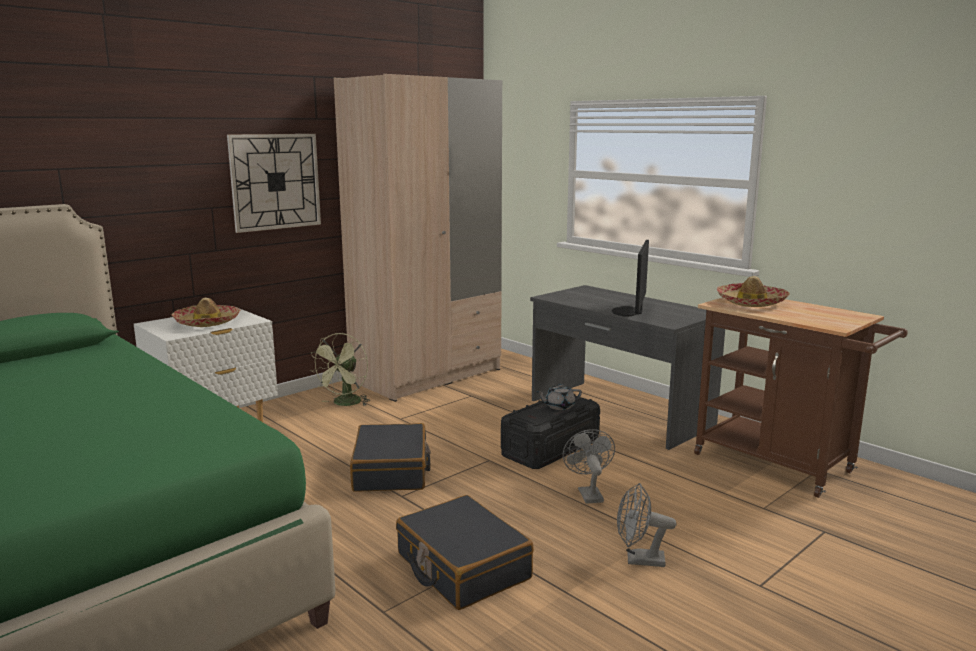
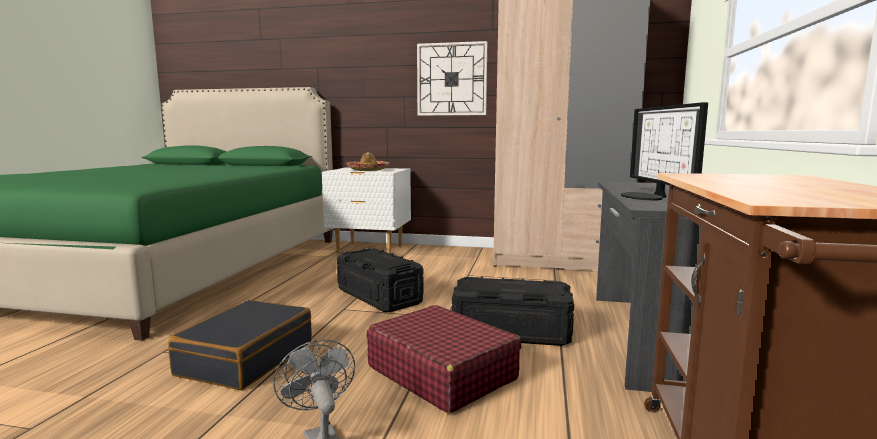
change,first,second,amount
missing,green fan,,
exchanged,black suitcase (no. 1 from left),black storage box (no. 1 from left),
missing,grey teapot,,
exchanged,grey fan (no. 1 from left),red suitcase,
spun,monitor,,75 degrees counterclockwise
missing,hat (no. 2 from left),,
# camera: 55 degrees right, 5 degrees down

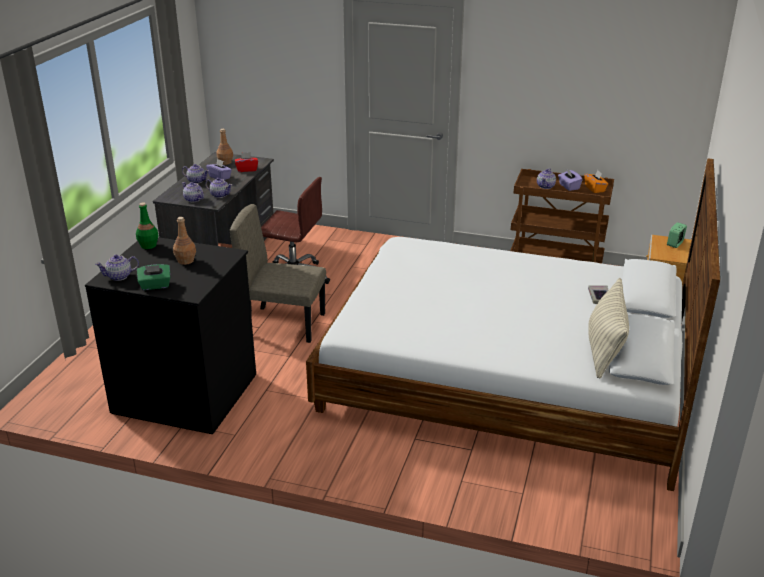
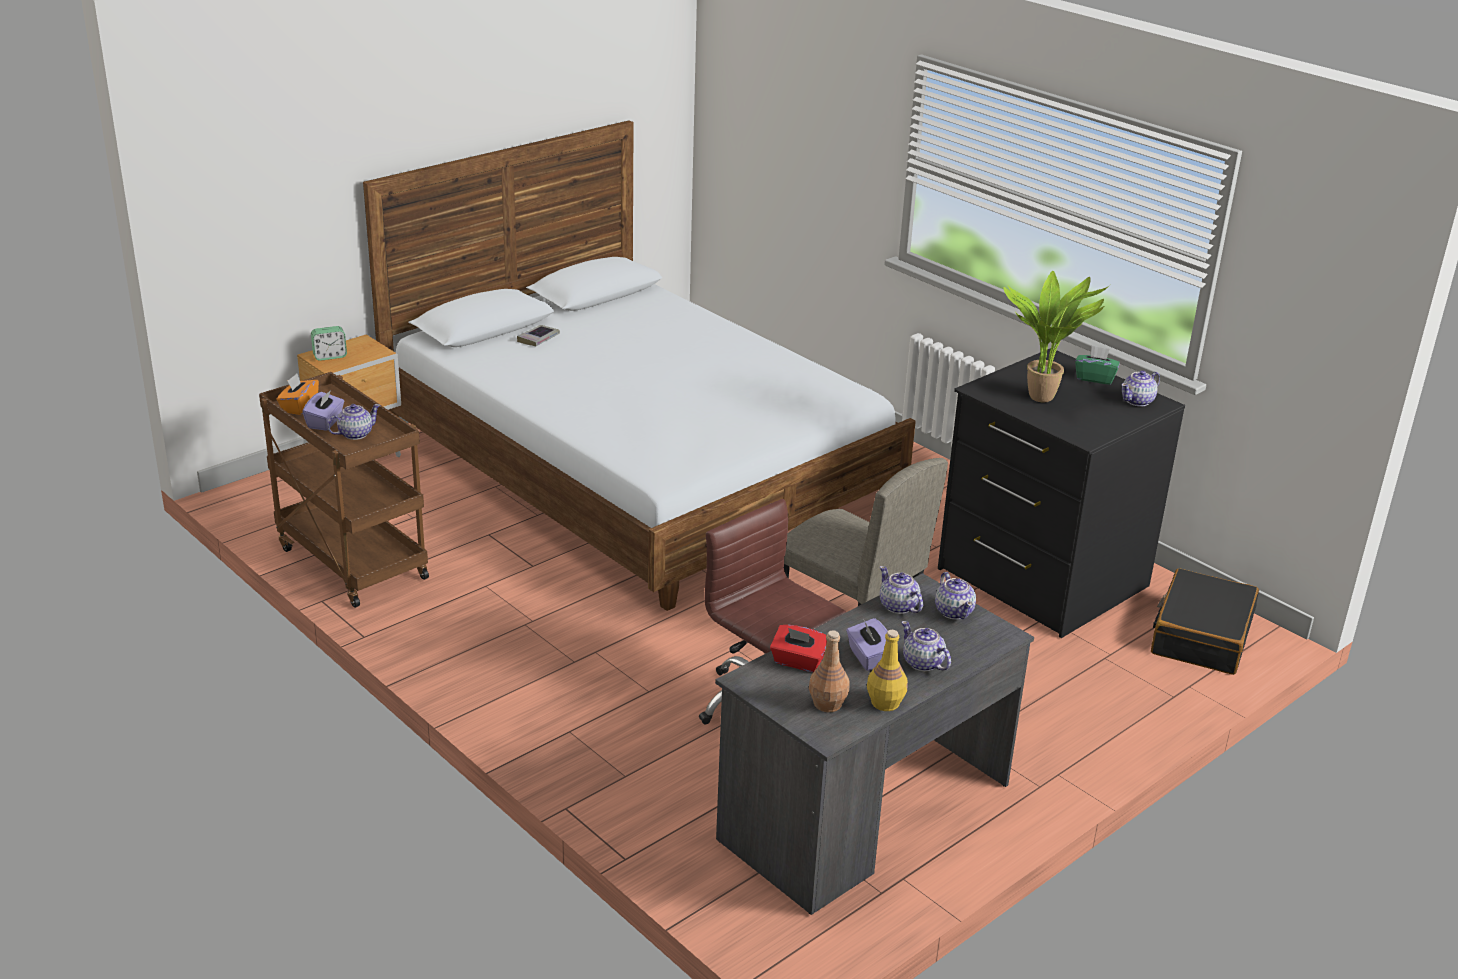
change,first,second,amount
spun,teapot (no. 1 from left in the first image),teapot (no. 5 from left),135 degrees clockwise
missing,green bottle,,
exchanged,brown bottle (no. 1 from left),potted plant,
missing,pillow,,
appeared,,yellow bottle,
appeared,,black suitcase,
# camera: 150 degrees left, 0 degrees up

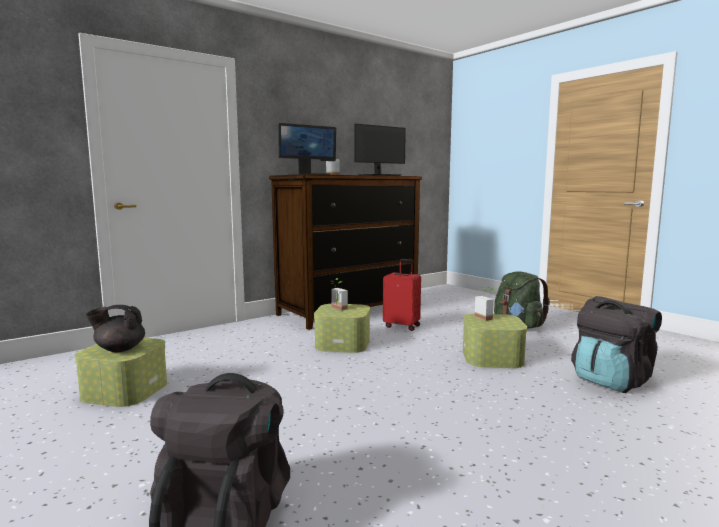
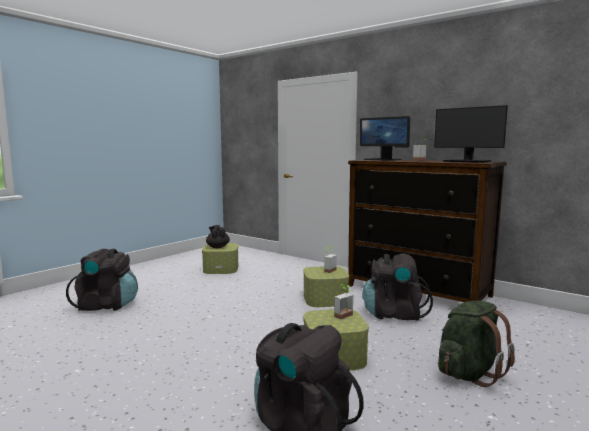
change,first,second,amount
exchanged,red suitcase,black backpack (no. 3 from left),
# camera: 75 degrees right, 0 degrees up

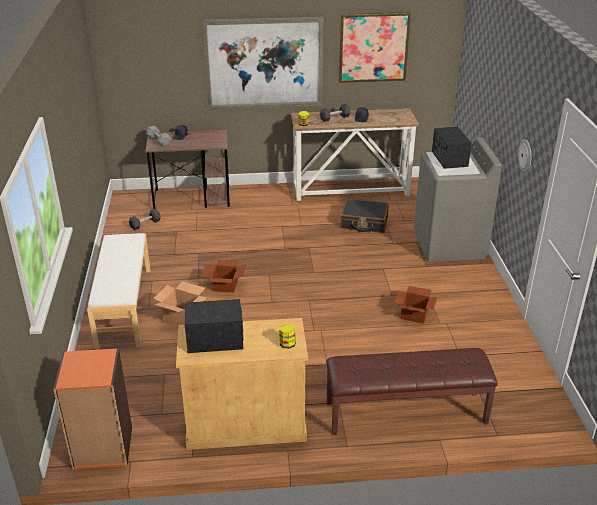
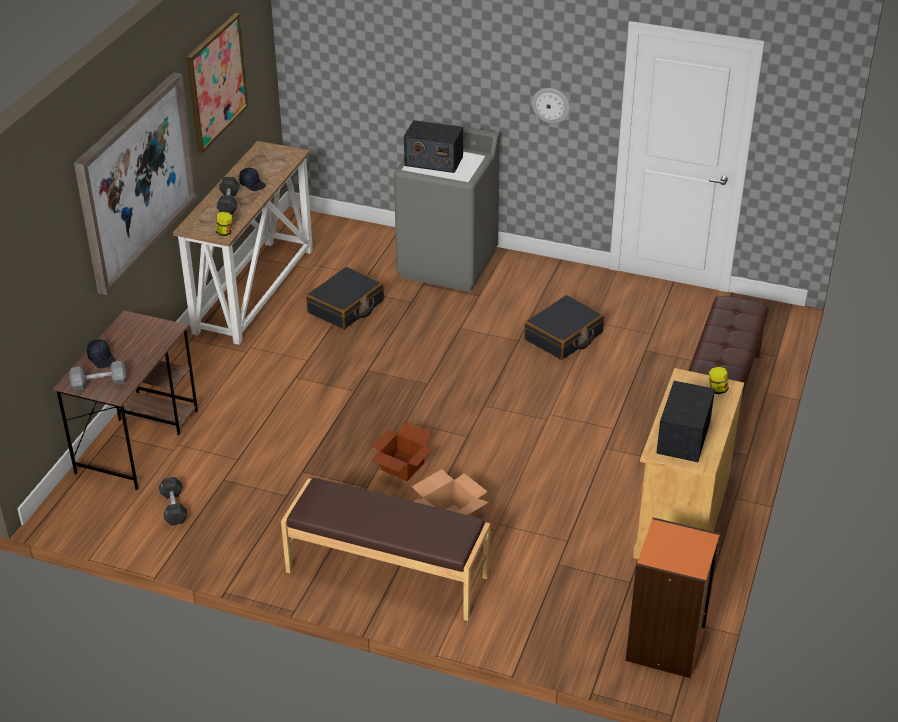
change,first,second,amount
colour,white bench,brown bench (no. 1 from left),
exchanged,cardboard box (no. 3 from left),black suitcase (no. 2 from left),
# camera: 65 degrees left, 5 degrees up

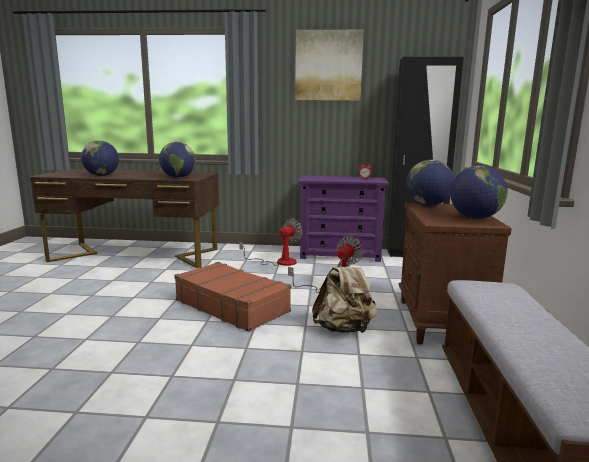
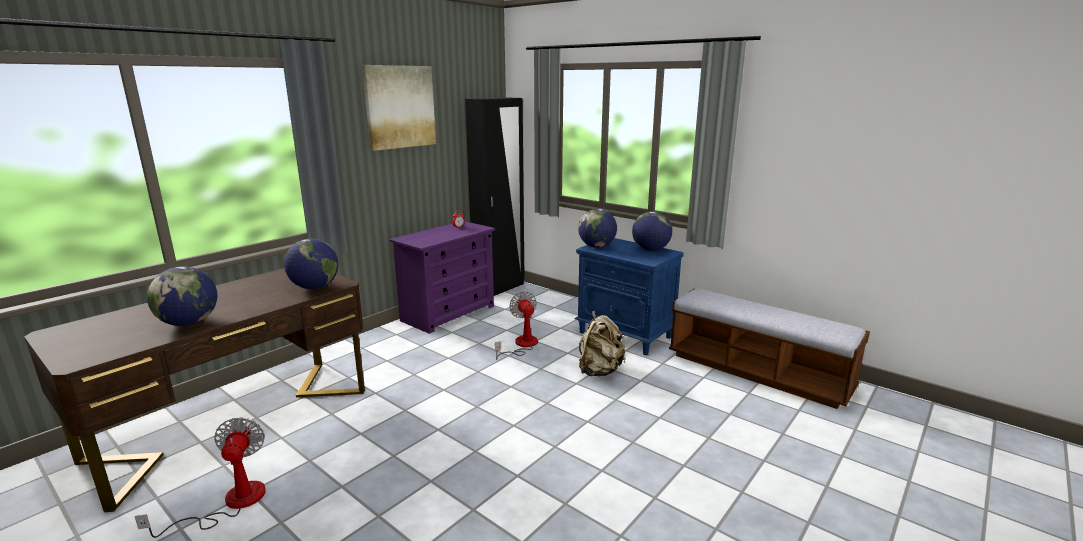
change,first,second,amount
missing,brown suitcase,,
relocated,fan (no. 1 from left),,
colour,brown nightstand,blue nightstand,
# camera: 55 degrees left, 5 degrees up

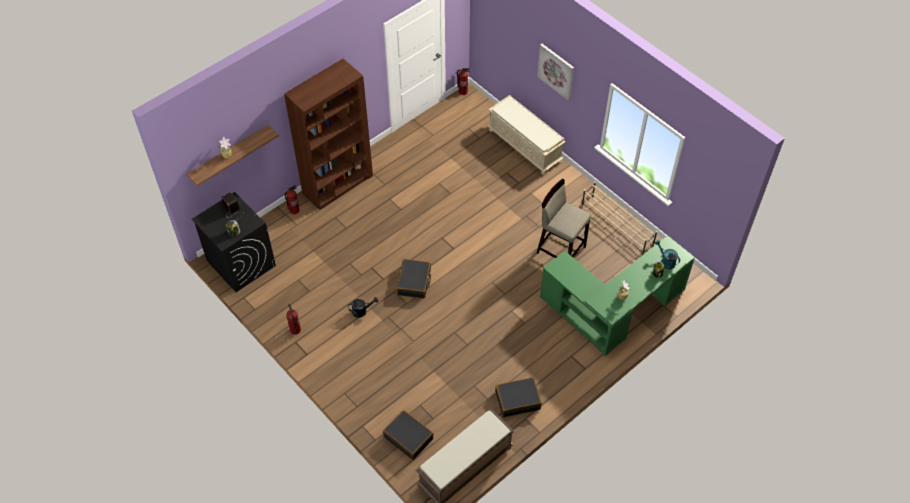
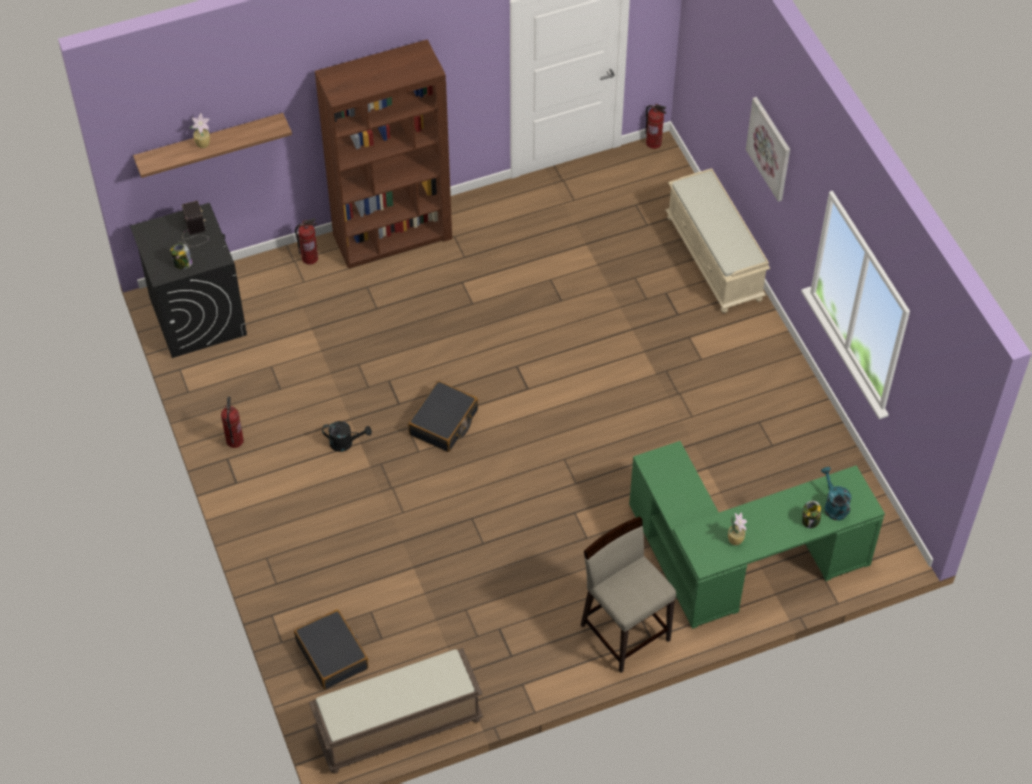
change,first,second,amount
missing,black suitcase (no. 3 from left),,
relocated,beige stool,,
missing,beige shoe rack,,
# camera: 20 degrees right, 0 degrees up

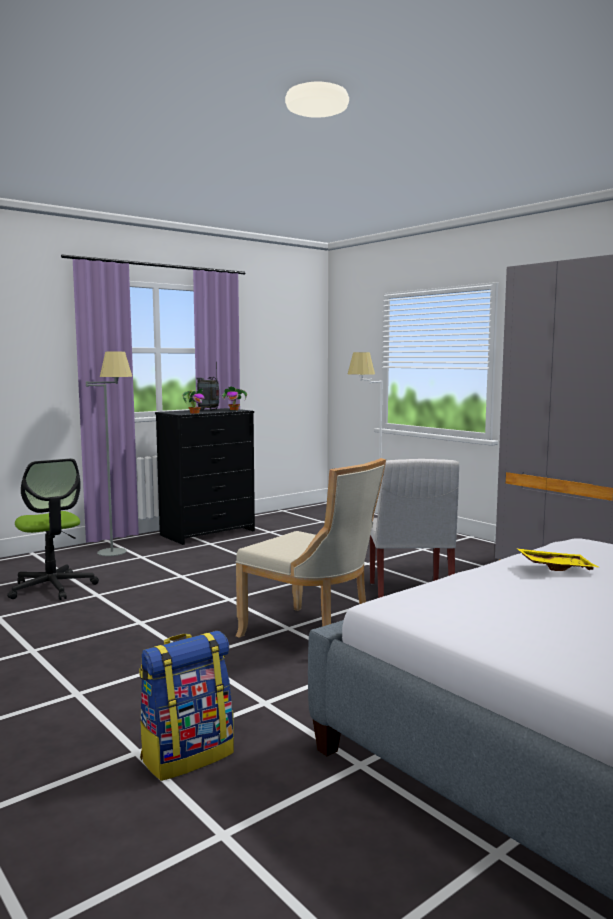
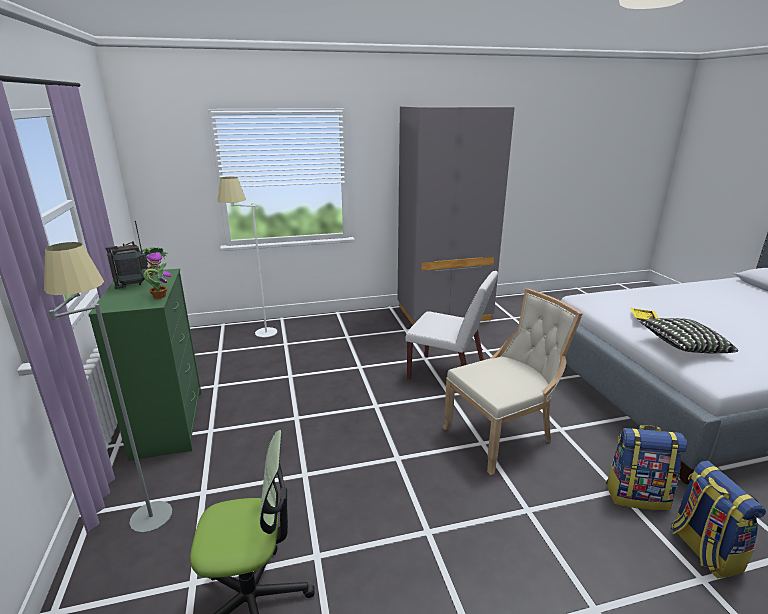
change,first,second,amount
colour,black dresser,green dresser,
appeared,,backpack (no. 1 from left),
appeared,,pillow,
# camera: 65 degrees left, 15 degrees up

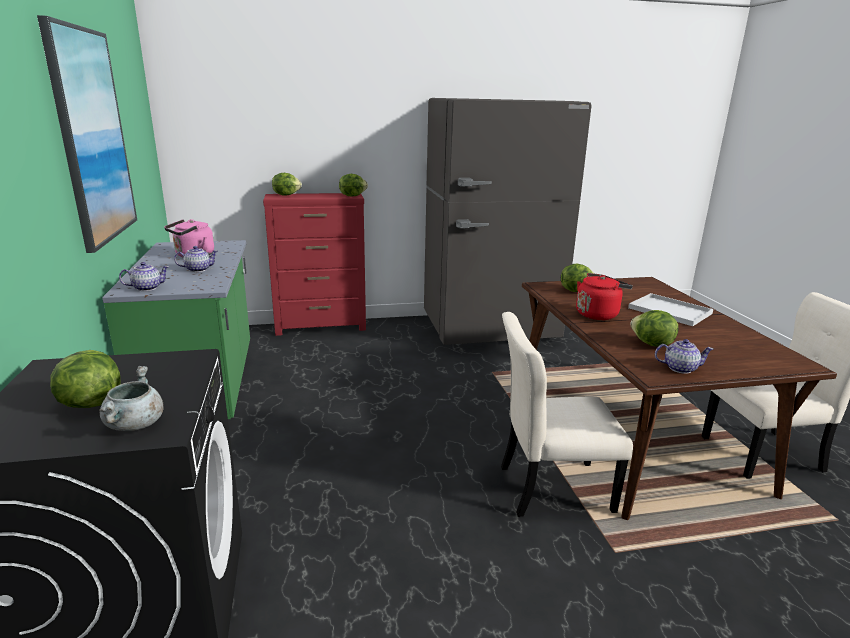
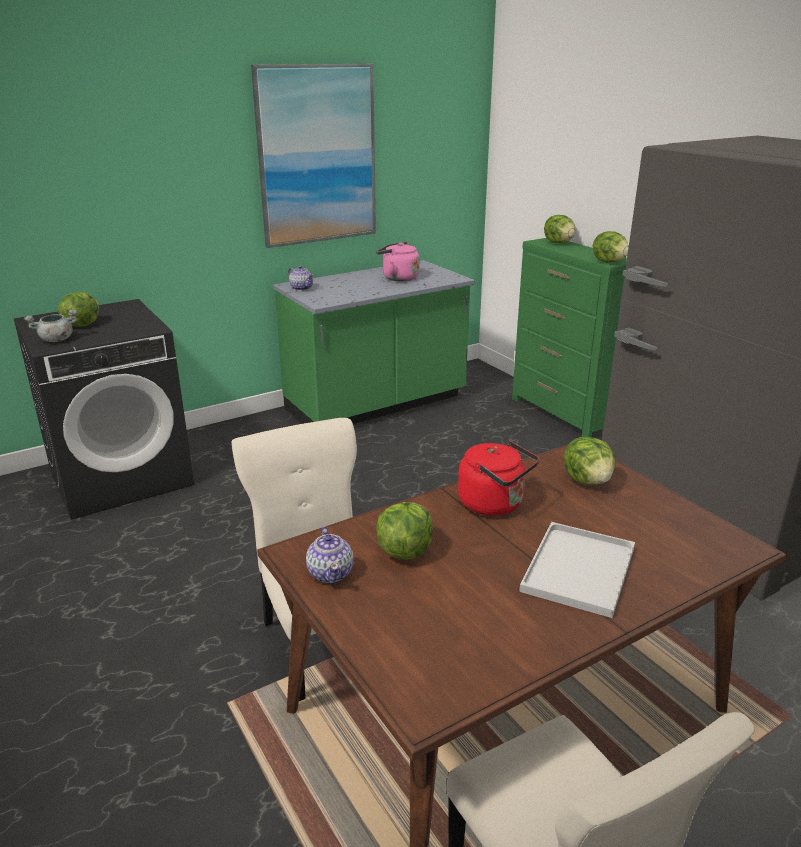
change,first,second,amount
missing,teapot (no. 2 from left),,
colour,red dresser,green dresser,
# camera: 70 degrees right, 5 degrees up

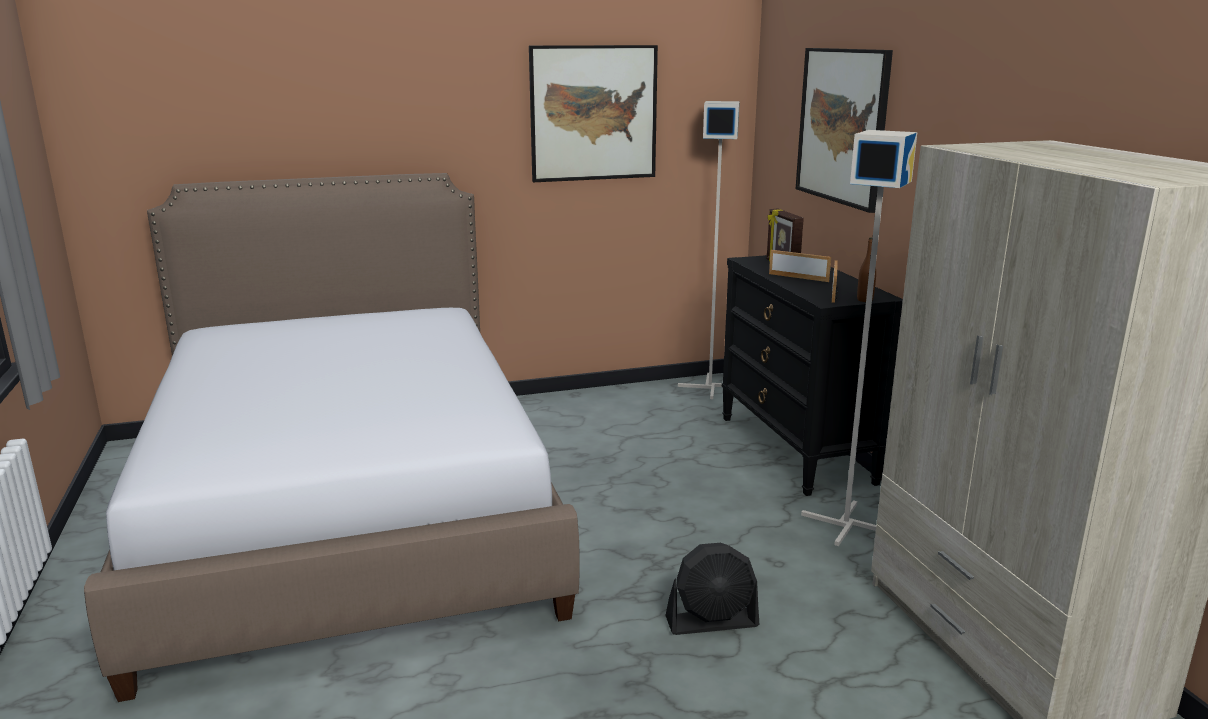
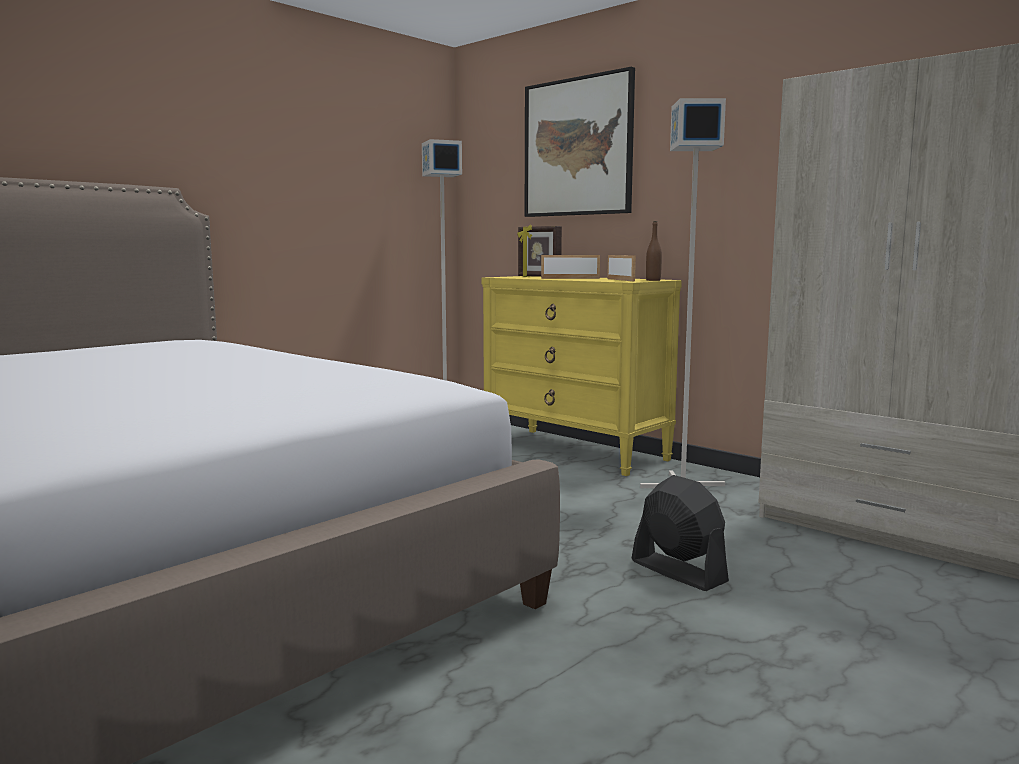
change,first,second,amount
missing,picture (no. 1 from left),,
spun,black fan,,90 degrees counterclockwise
colour,black dresser,yellow dresser,
# camera: 30 degrees left, 10 degrees down

